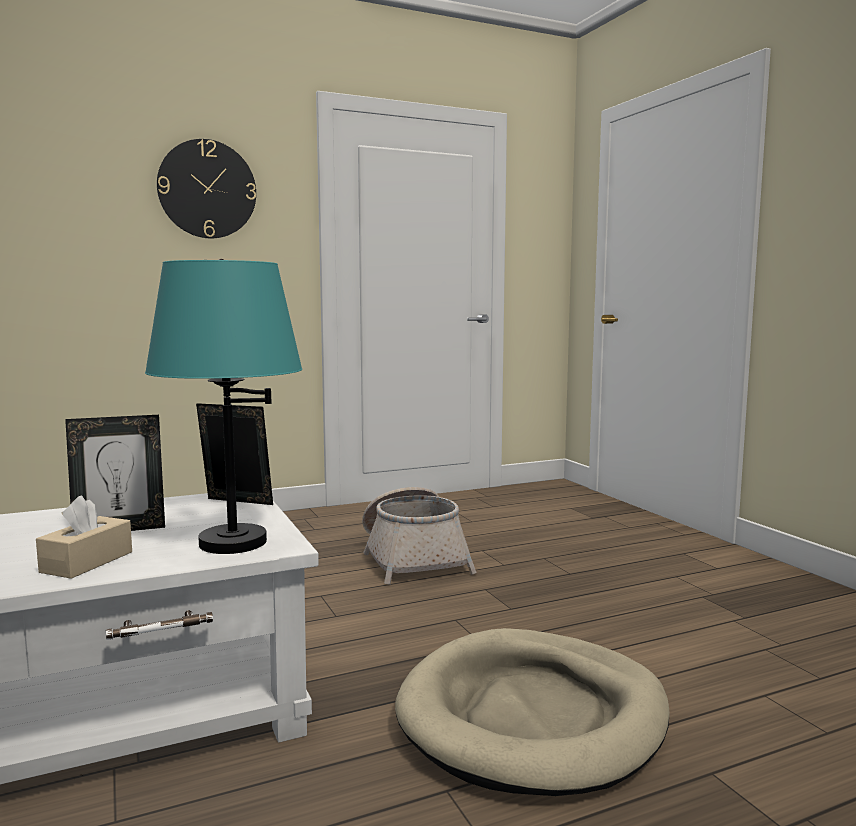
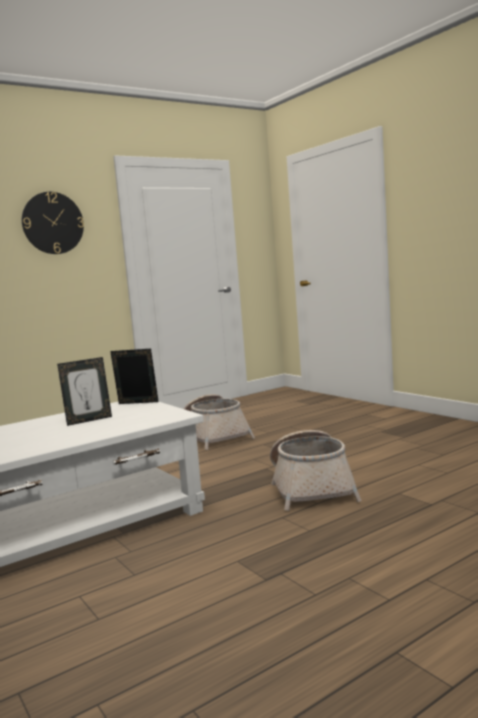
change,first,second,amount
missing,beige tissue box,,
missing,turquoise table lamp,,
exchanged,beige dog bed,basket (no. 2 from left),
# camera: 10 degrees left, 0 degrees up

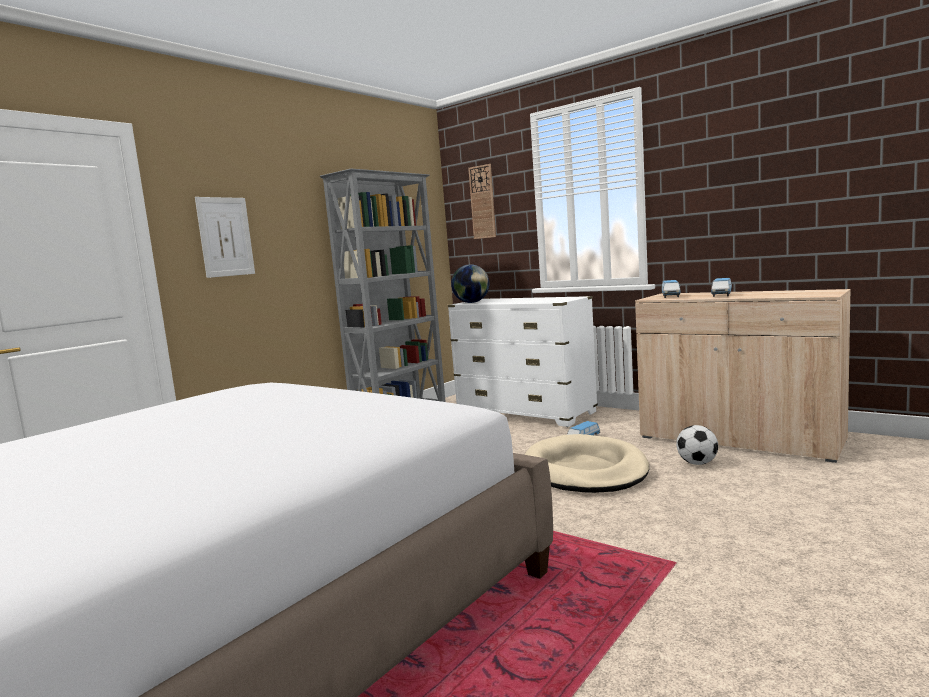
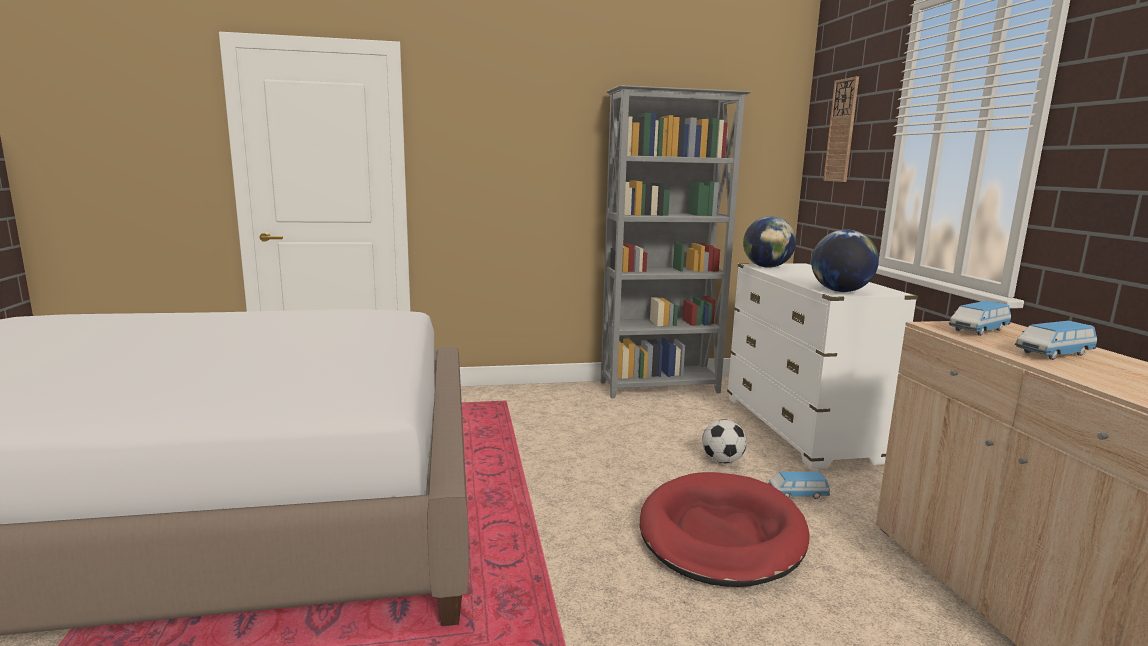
change,first,second,amount
missing,picture,,
colour,beige dog bed,red dog bed,
relocated,football,,
appeared,,globe (no. 2 from left),
# camera: 40 degrees right, 5 degrees up

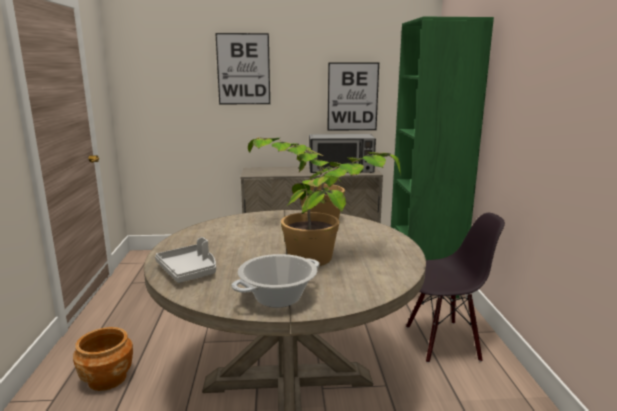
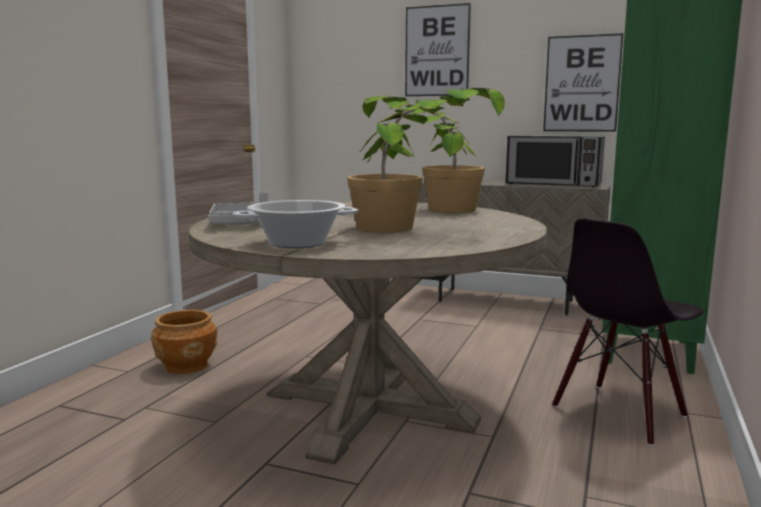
change,first,second,amount
spun,black chair,,120 degrees clockwise
# camera: 25 degrees right, 5 degrees down

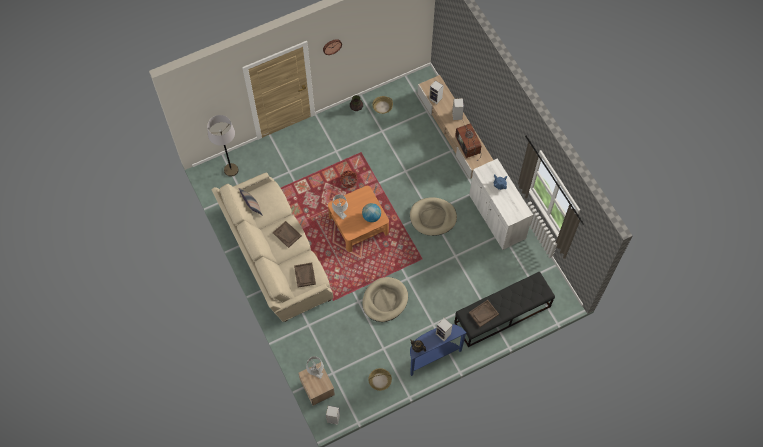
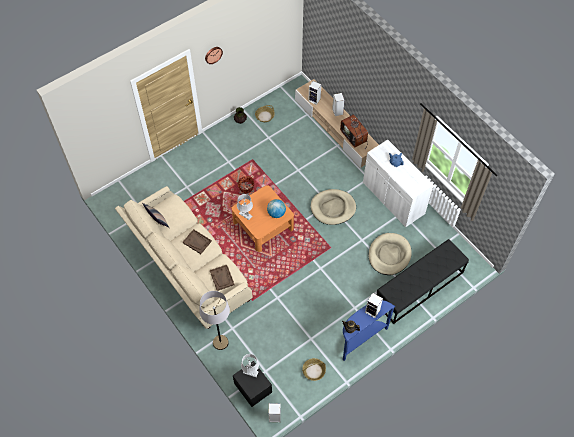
change,first,second,amount
relocated,grey floor lamp,,
colour,beige nightstand,black nightstand,
relocated,beige dog bed (no. 1 from left in the first image),beige dog bed (no. 2 from left),
missing,brown tray (no. 3 from left),,
# camera: 10 degrees left, 5 degrees down

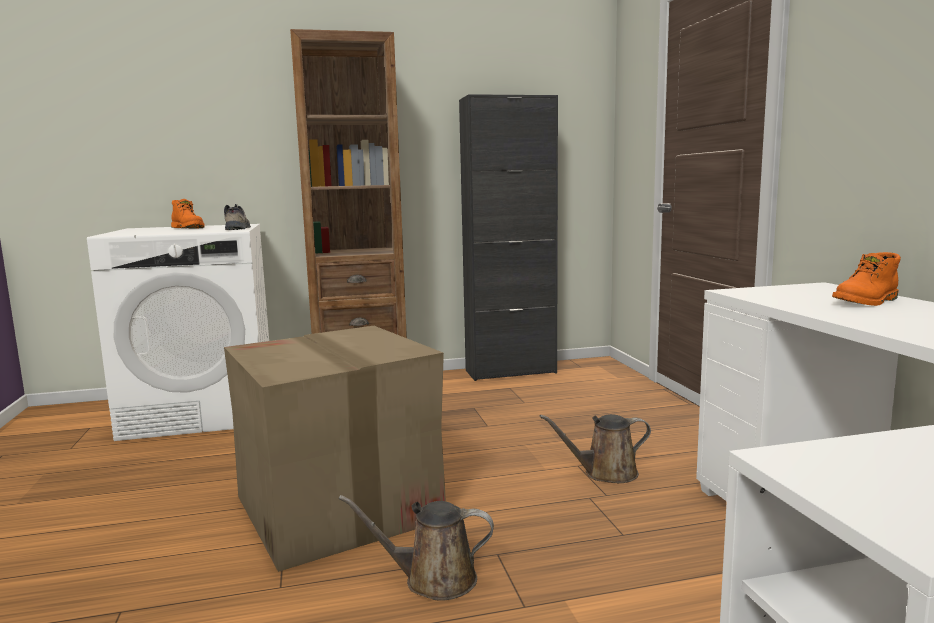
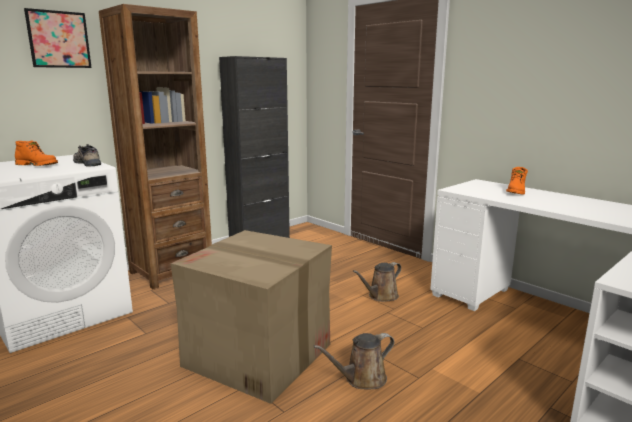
change,first,second,amount
appeared,,picture,
# camera: 30 degrees left, 5 degrees up

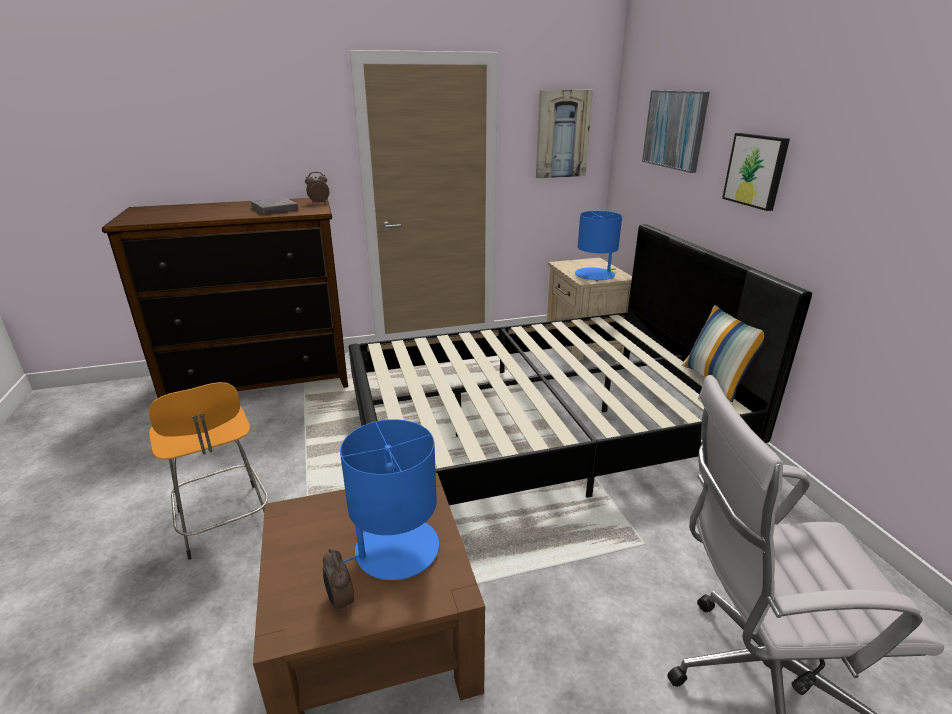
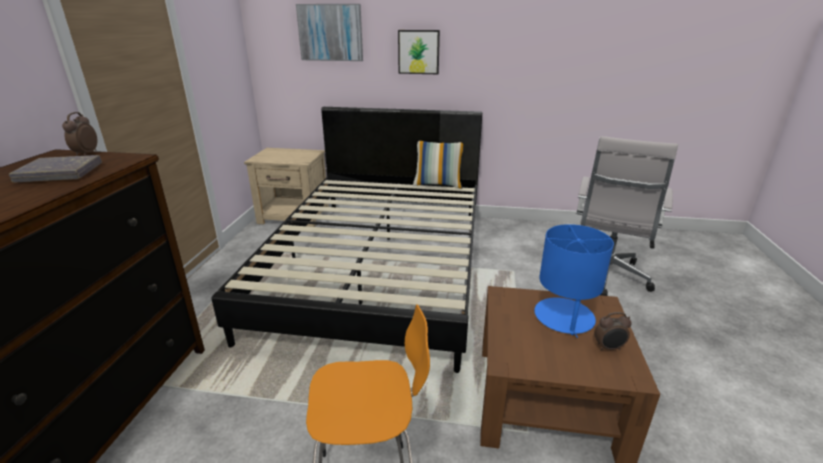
change,first,second,amount
missing,picture (no. 1 from left),,
missing,blue table lamp (no. 2 from left),,
# camera: 65 degrees left, 0 degrees up

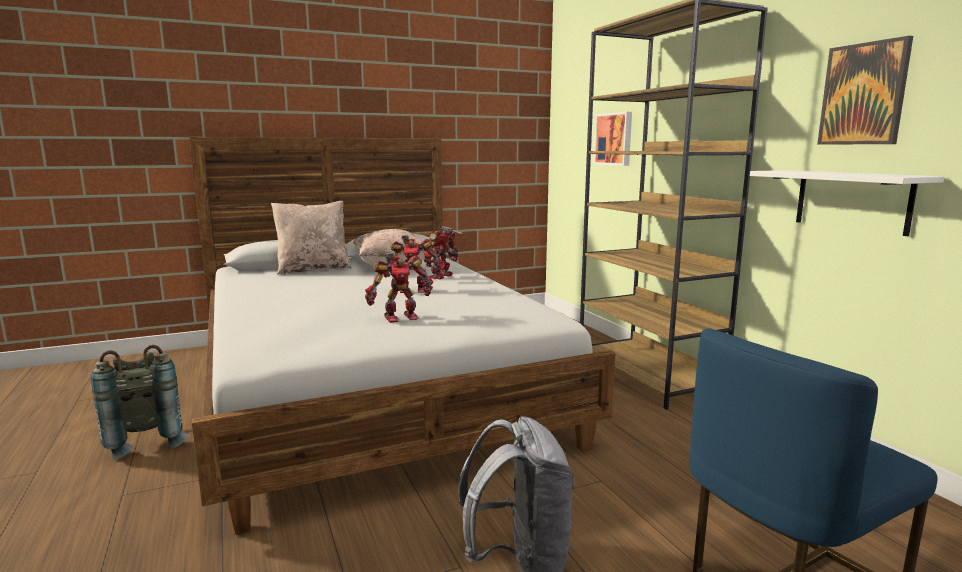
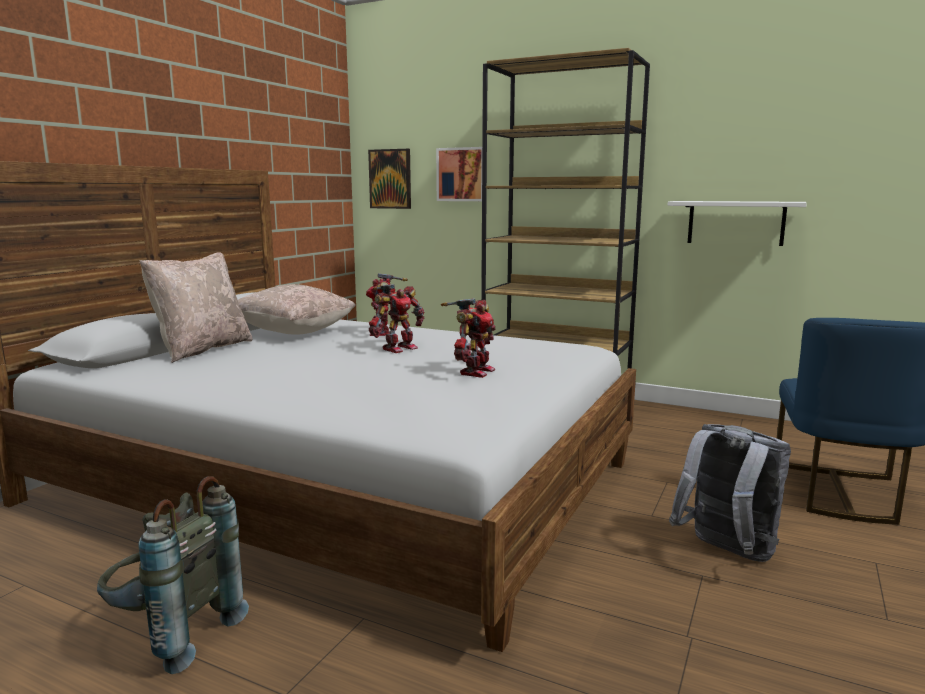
change,first,second,amount
relocated,picture (no. 2 from left in the first image),picture (no. 1 from left),
# camera: 40 degrees left, 0 degrees up

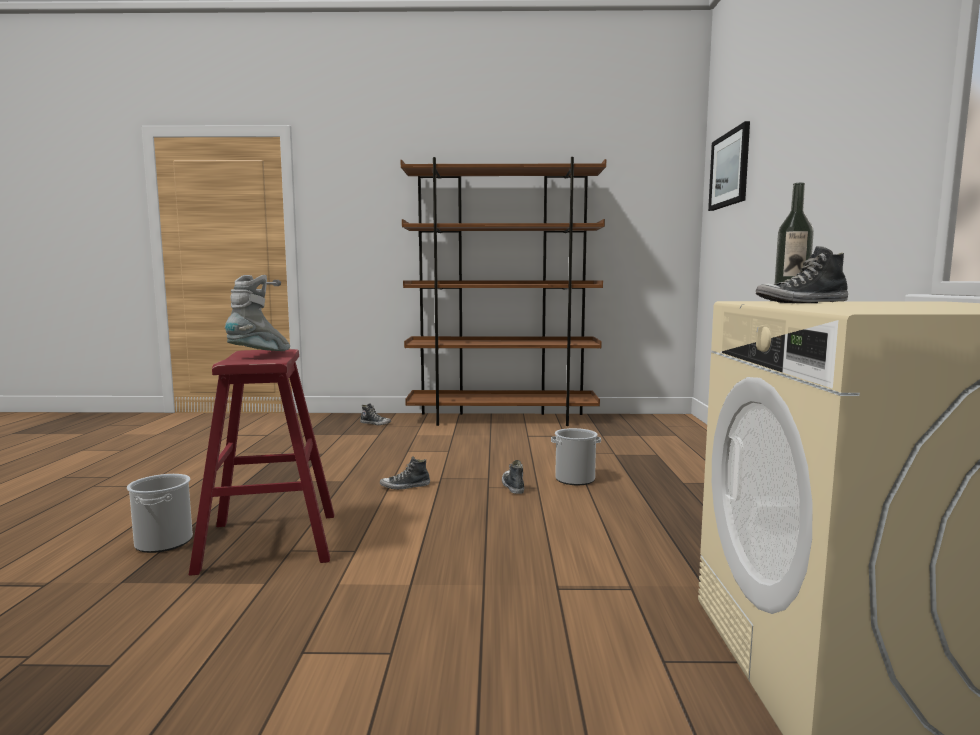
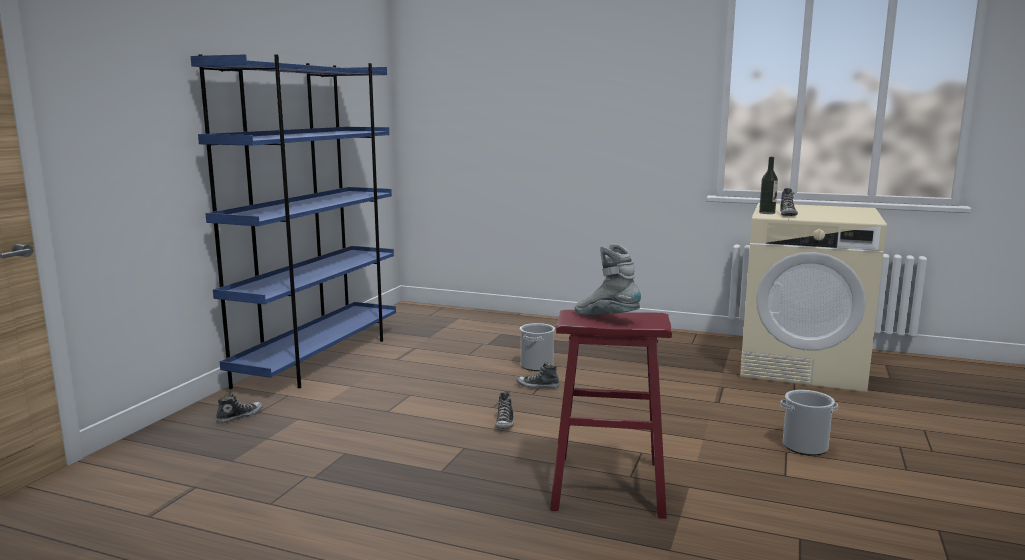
change,first,second,amount
relocated,bucket (no. 1 from left in the first image),bucket (no. 2 from left),
colour,brown bookcase,blue bookcase,
missing,picture,,
# camera: 70 degrees left, 5 degrees up

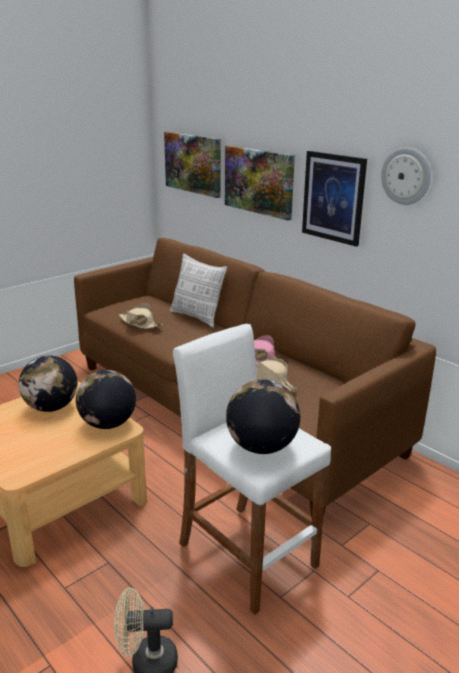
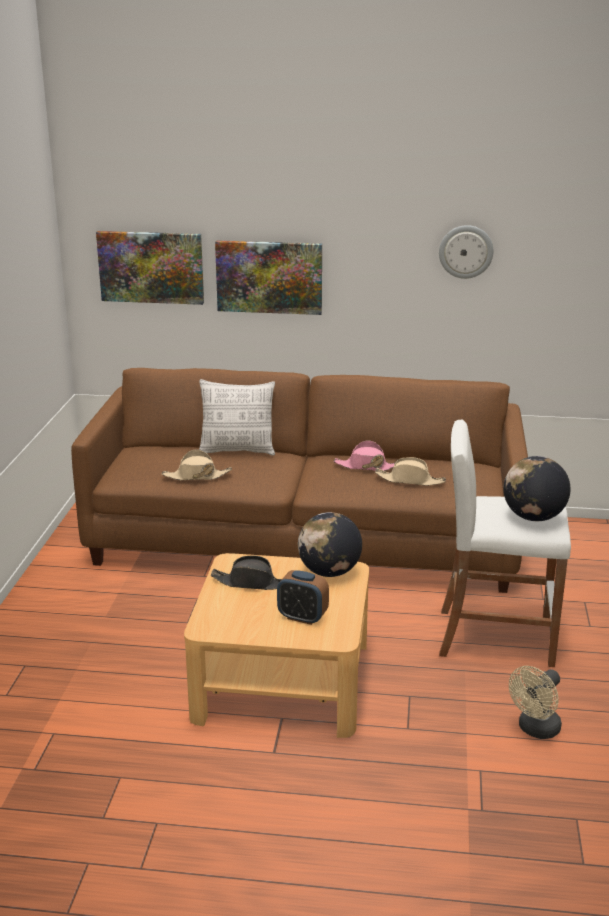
change,first,second,amount
exchanged,globe (no. 1 from left),black hat,
missing,picture (no. 3 from left),,
appeared,,alarm clock,
# camera: 40 degrees left, 0 degrees up

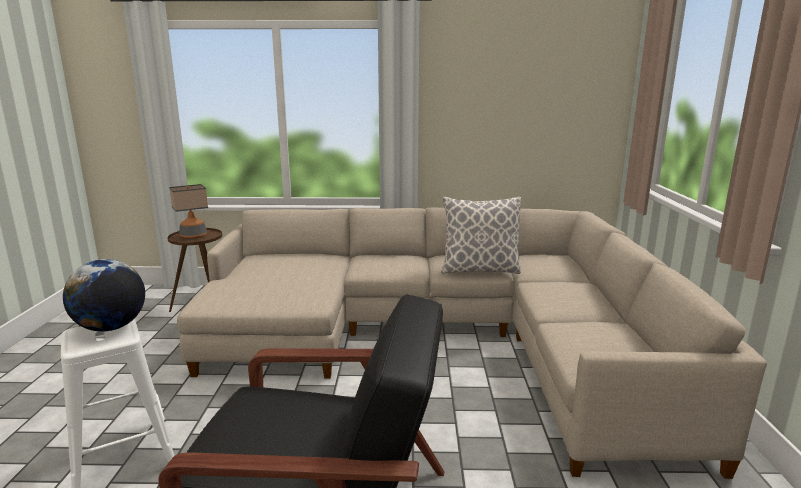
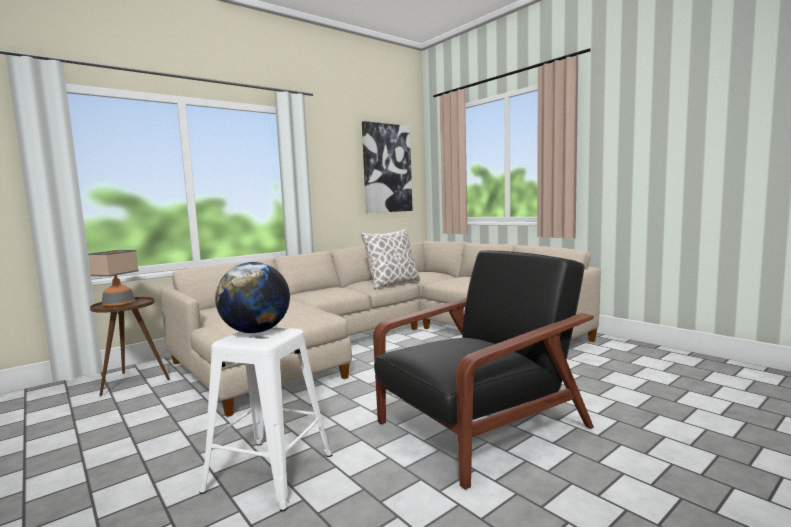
change,first,second,amount
appeared,,picture,
# camera: 40 degrees left, 10 degrees down

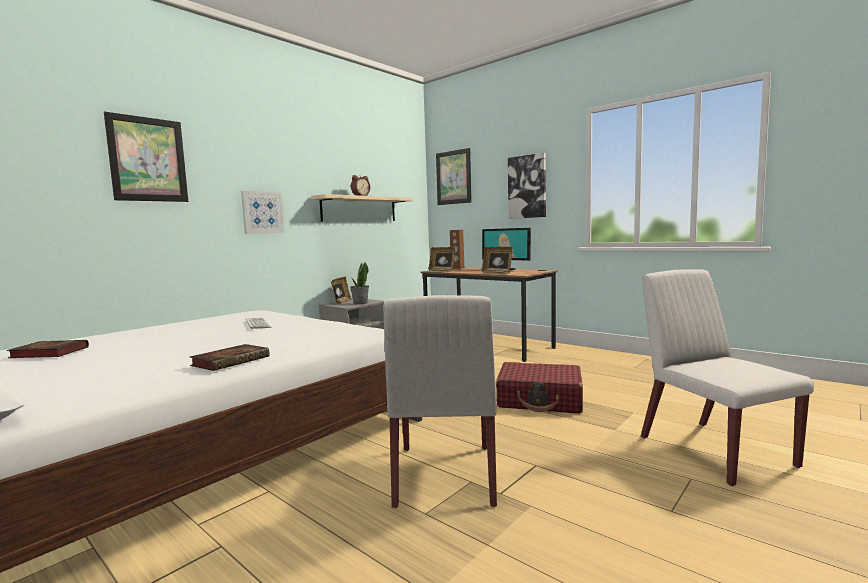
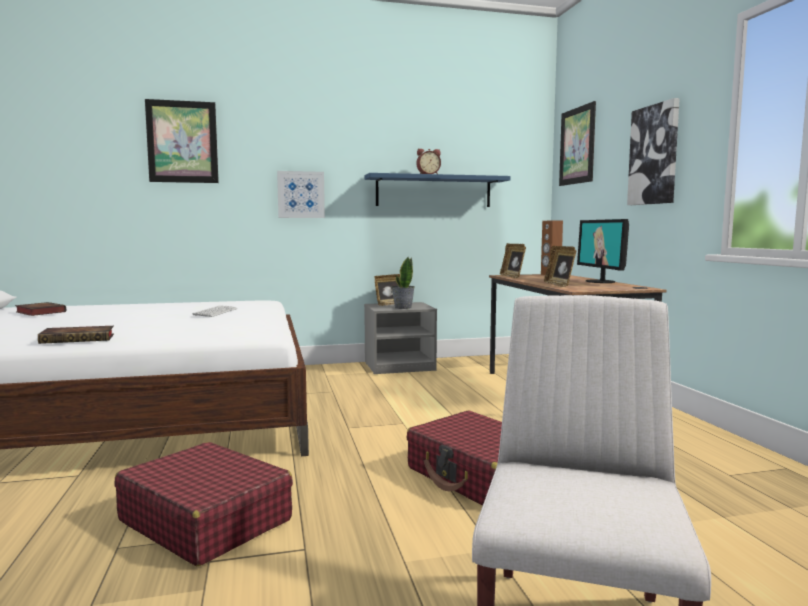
change,first,second,amount
colour,beige shelf,blue shelf,
exchanged,white chair (no. 1 from left),red suitcase (no. 1 from left),
# camera: 35 degrees right, 0 degrees up

